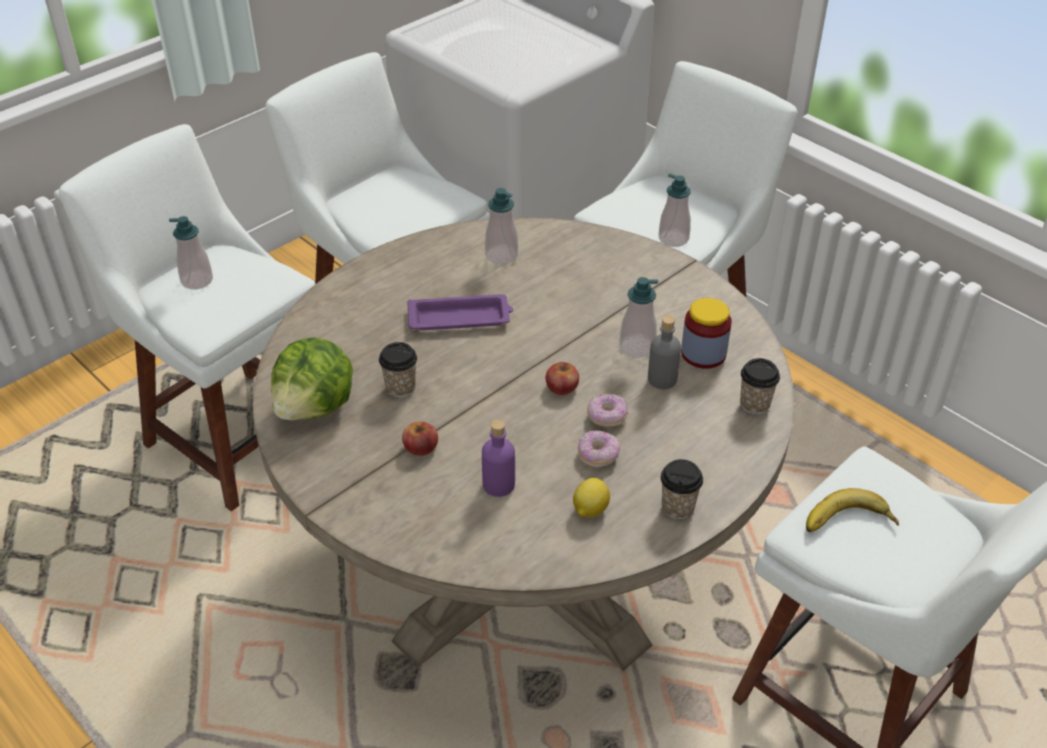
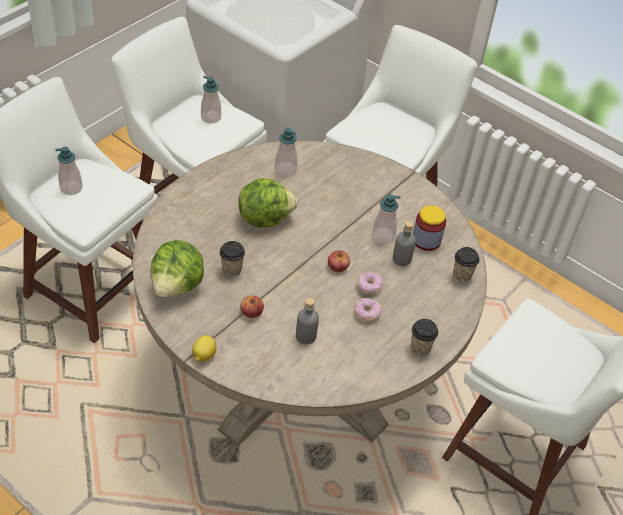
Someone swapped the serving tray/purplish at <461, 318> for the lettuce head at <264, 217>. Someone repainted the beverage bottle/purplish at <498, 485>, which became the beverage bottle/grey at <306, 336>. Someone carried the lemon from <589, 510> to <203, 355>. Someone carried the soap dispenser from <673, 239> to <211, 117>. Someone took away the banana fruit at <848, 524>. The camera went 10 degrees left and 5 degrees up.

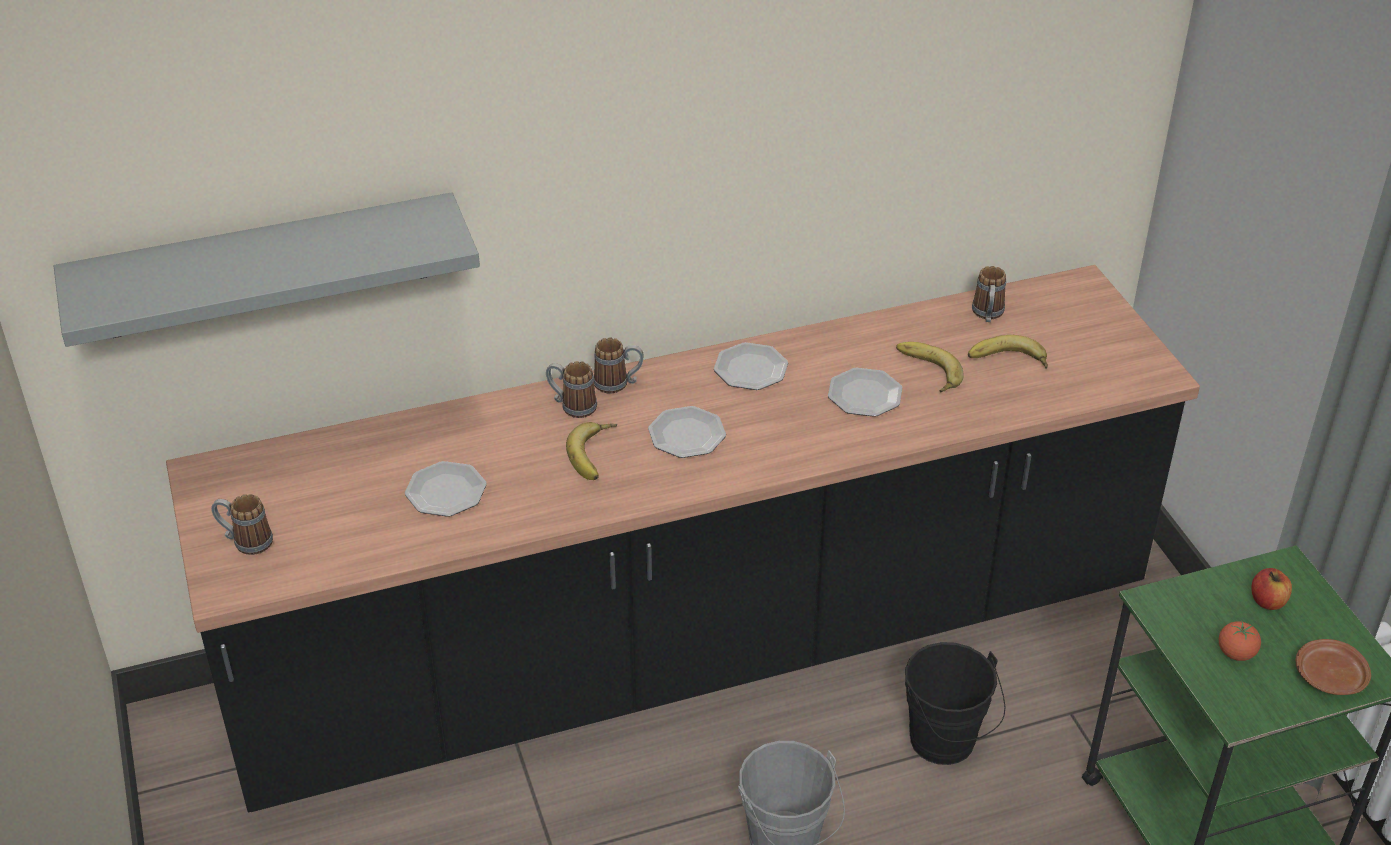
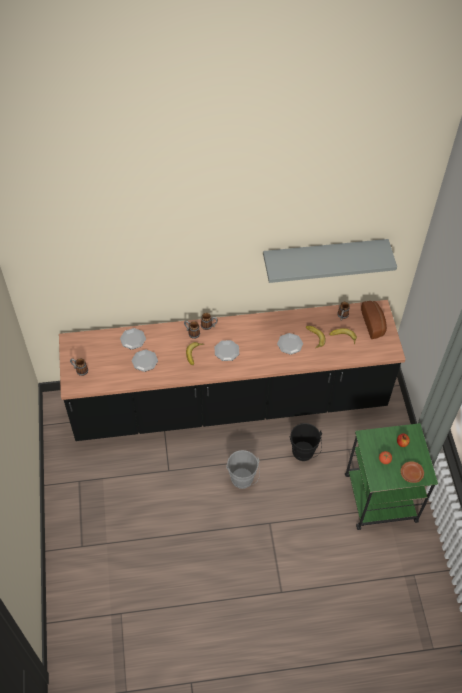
Someone carried the shelf/grey from <265, 266> to <324, 254>. Someone carried the flat dish from <751, 369> to <133, 339>. Someone put down the bakery bread at <374, 323>. The camera went 10 degrees right and 15 degrees up.

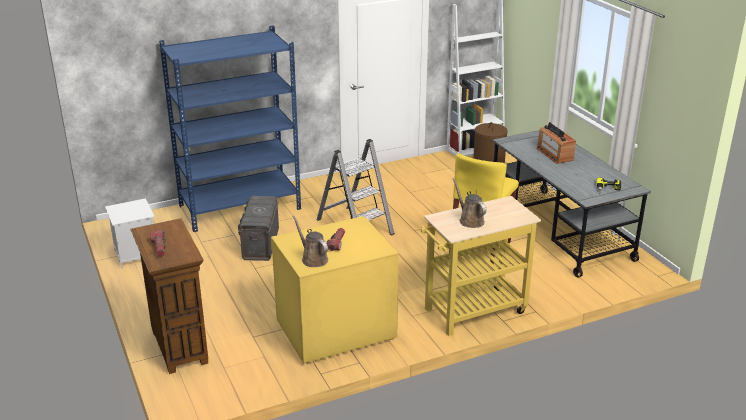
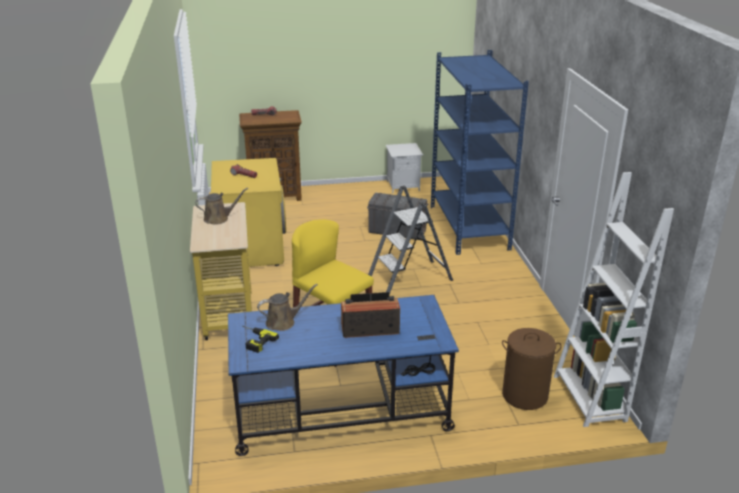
Someone carried the watering can/brown from <313, 259> to <283, 322>. Someone repainted the desk table/grey at <559, 231>, which became the desk table/bluish at <341, 412>. The camera went 105 degrees right and 0 degrees up.

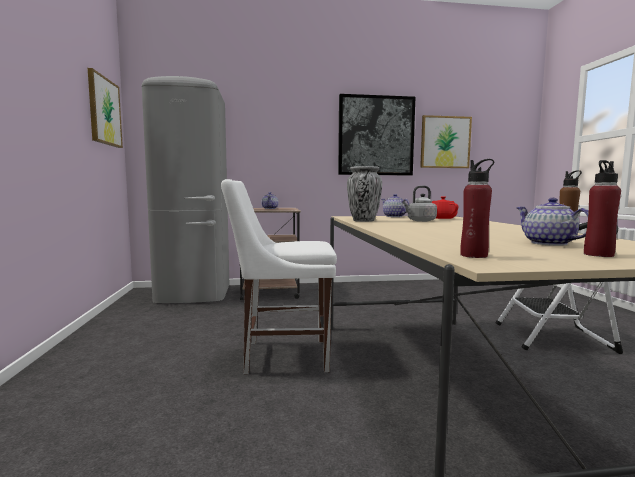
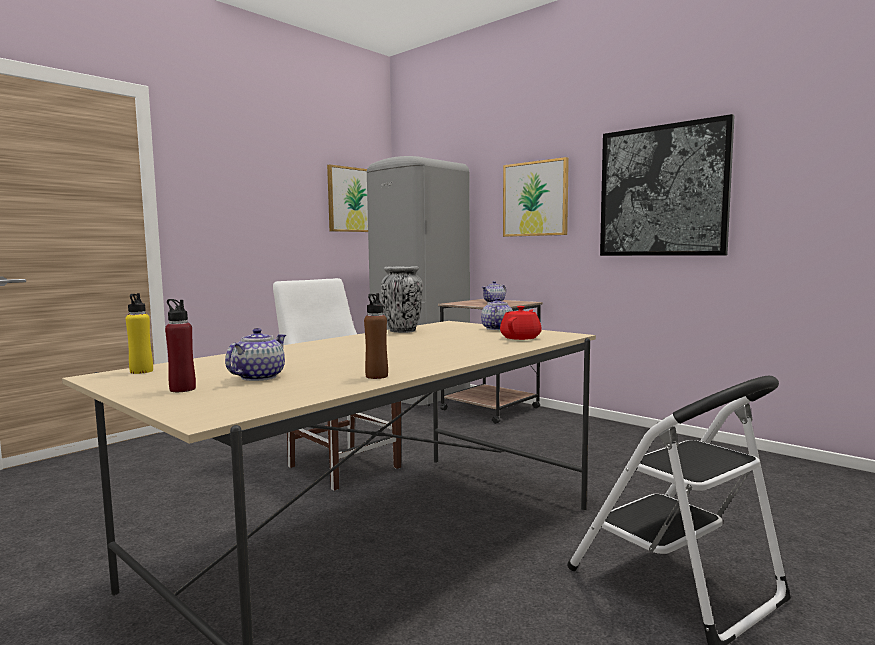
Someone took away the water kettle/grey at <420, 221>. Someone carried the wall art from <445, 142> to <535, 199>. Someone repainted the beverage bottle/red-coloured at <474, 255>, which became the beverage bottle/yellow-coloured at <141, 371>. The camera went 50 degrees right and 0 degrees up.

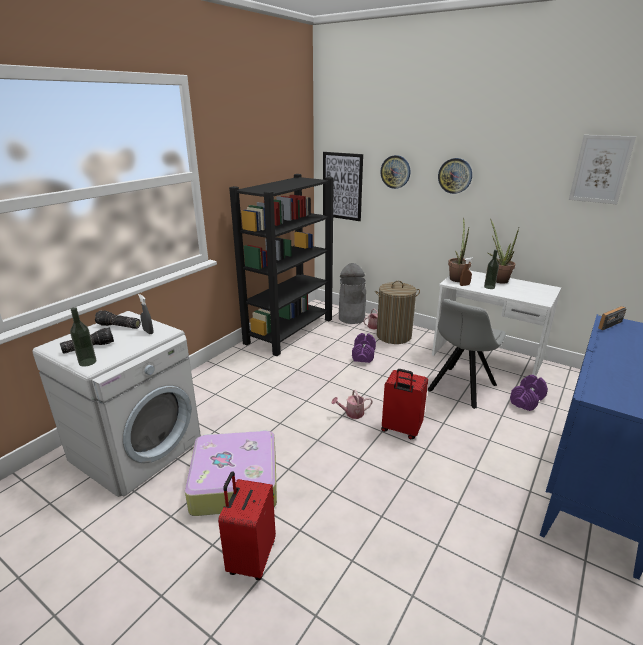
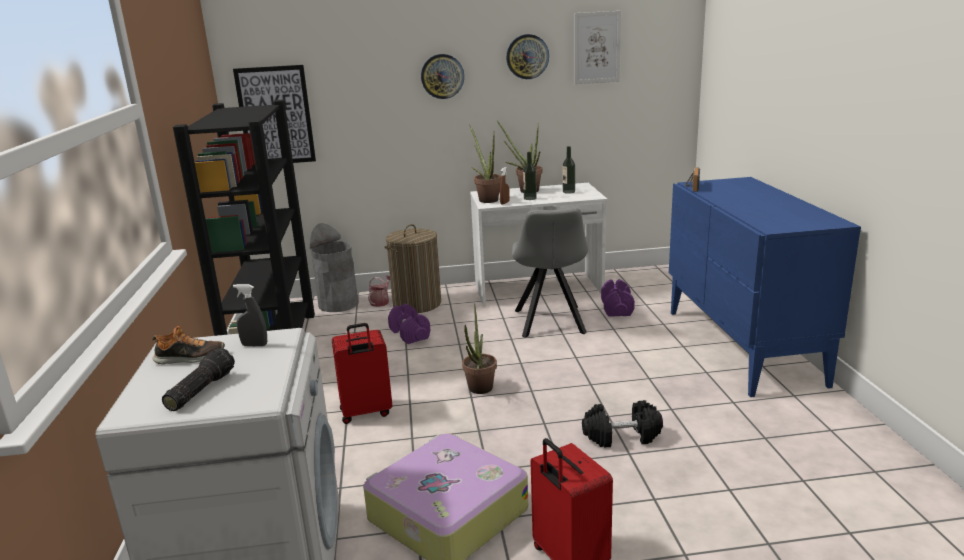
Someone carried the beverage bottle from <87, 362> to <568, 192>. Someone swapped the flashlight at <118, 326> for the low shoe at <189, 358>. Someone swapped the watering can at <352, 413> for the houseplant at <479, 391>. Someone carried the clock on the wall from <395, 172> to <527, 56>. Someone carried the travel case/red-coloured from <401, 430> to <366, 413>. Someone put down the free weight/black at <621, 437>. The camera went 40 degrees left and 5 degrees down.

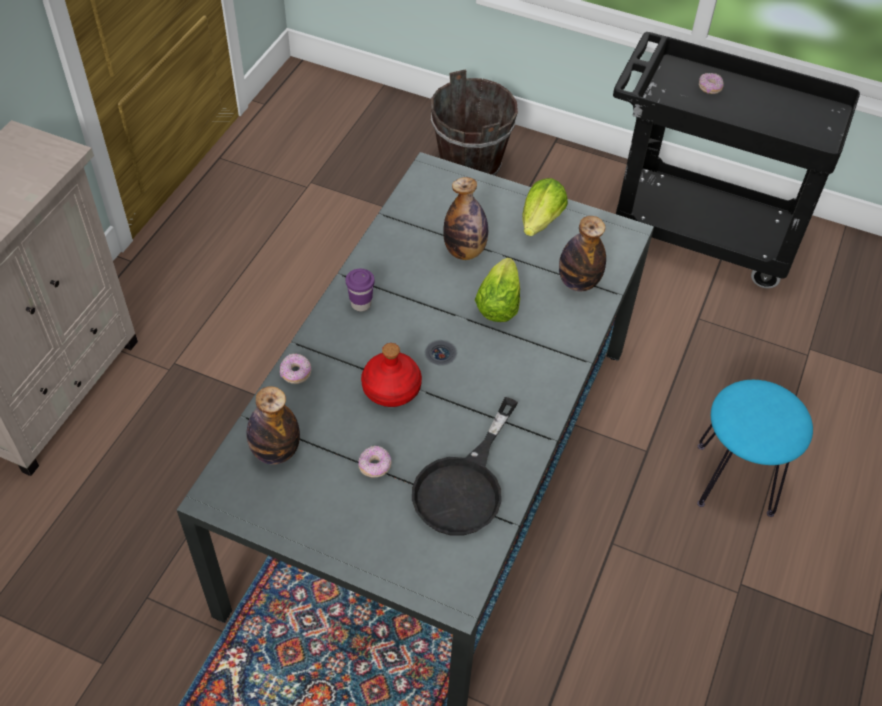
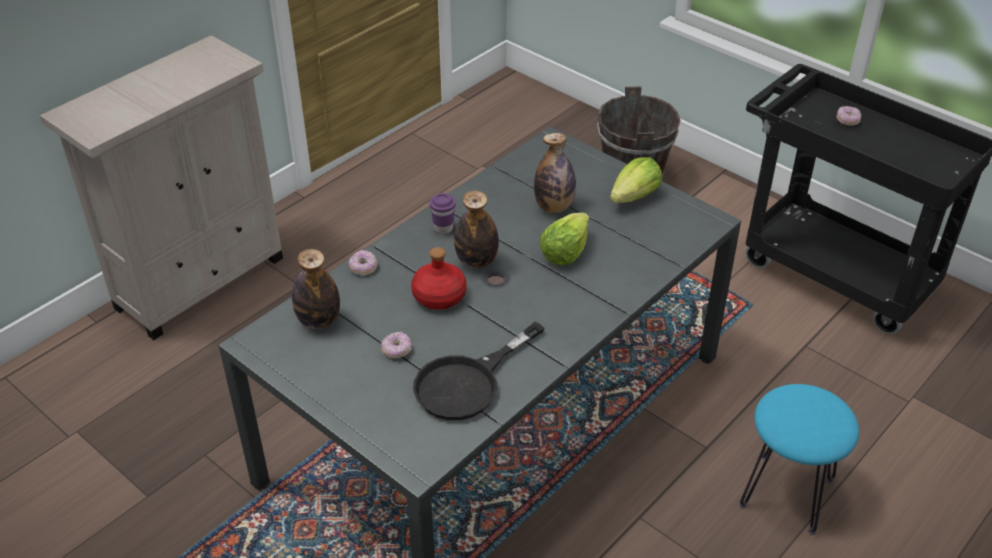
Someone carried the beverage bottle from <578, 282> to <476, 261>. The camera went 20 degrees right and 10 degrees down.

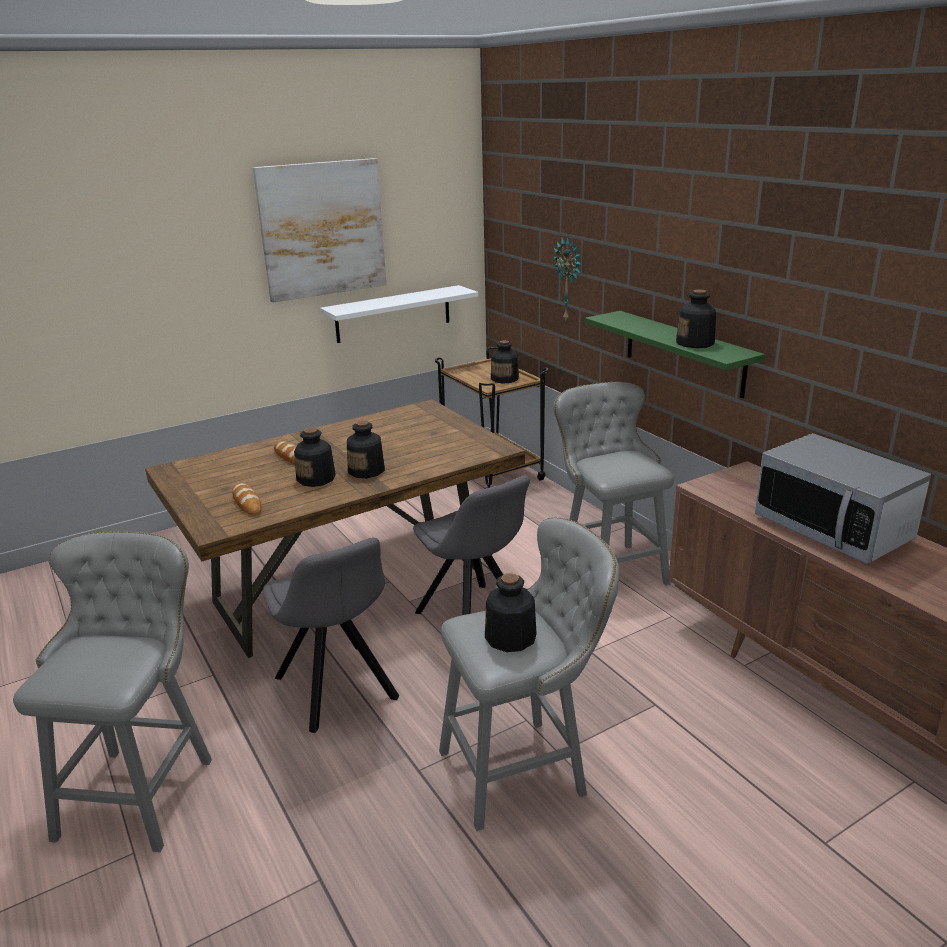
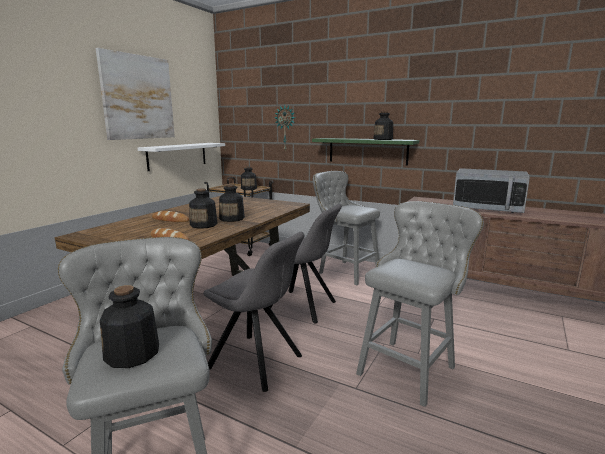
Someone carried the beverage bottle from <510, 638> to <132, 354>. The camera went 30 degrees left and 10 degrees down.

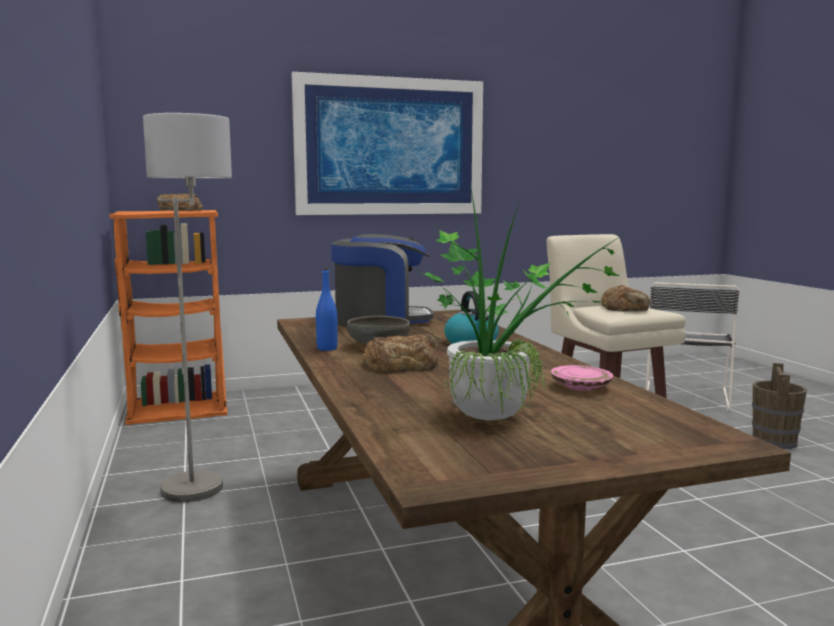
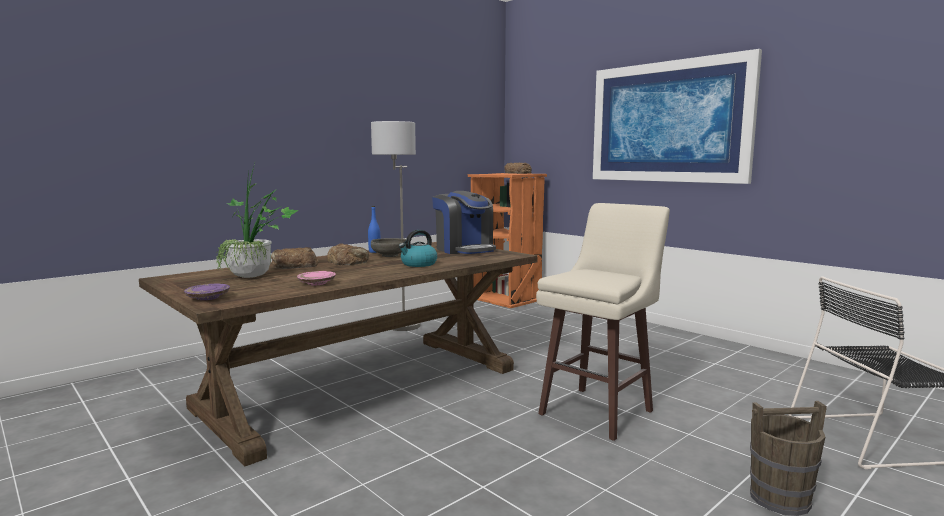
Someone carried the bakery bread from <625, 307> to <294, 265>. Someone put down the flat dish/purplish at <208, 298>. The camera went 65 degrees right and 0 degrees up.

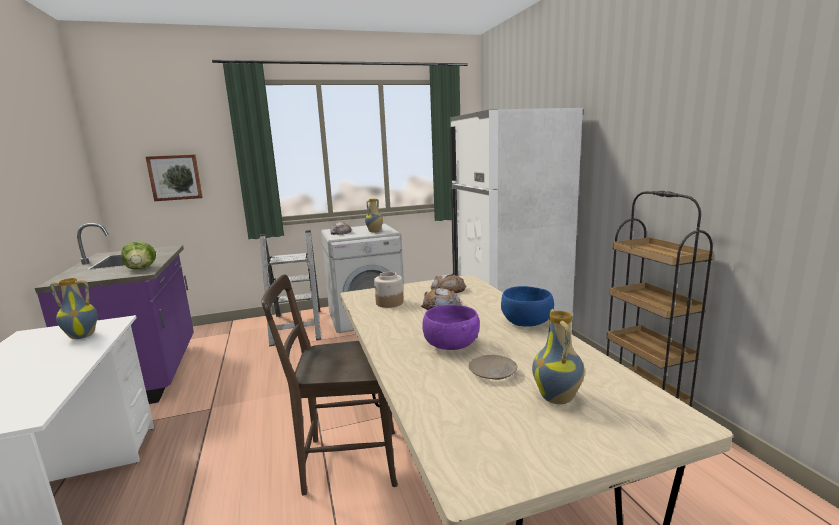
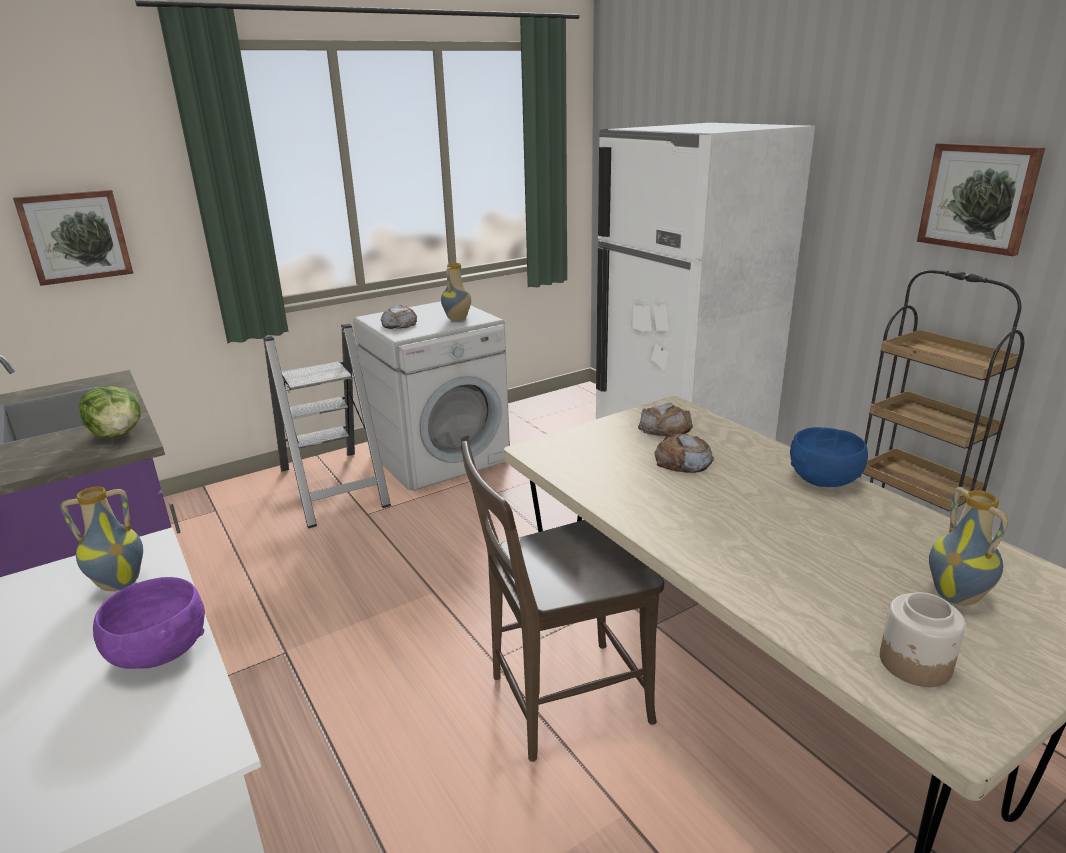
Someone carried the preserve jar from <389, 303> to <915, 664>. Someone carried the serving bowl/purplish from <450, 345> to <159, 652>. Someone took away the flat dish/beige-coloured at <493, 373>. Someone put up the wall art at <978, 197>. The camera went 15 degrees left and 10 degrees up.

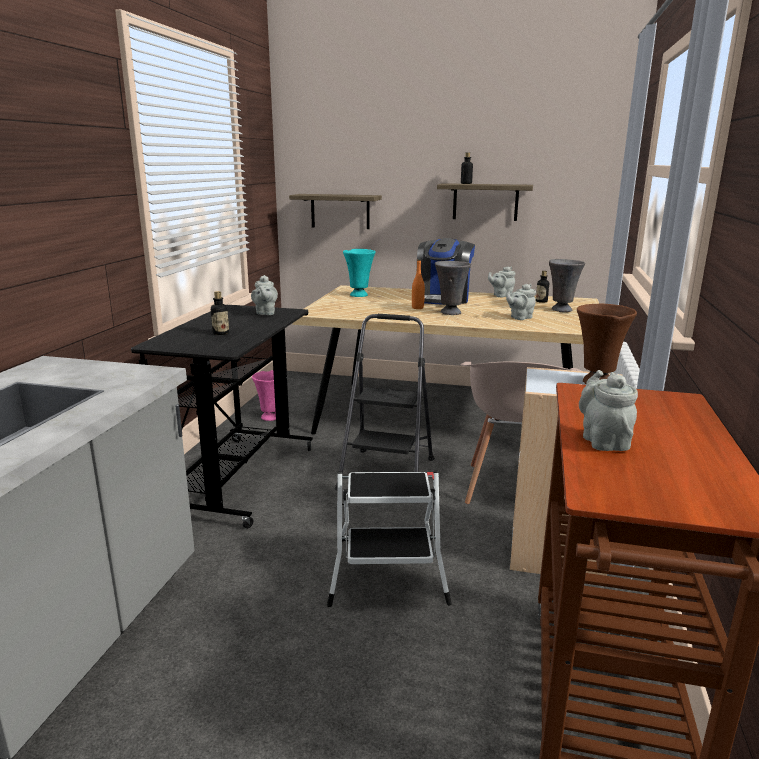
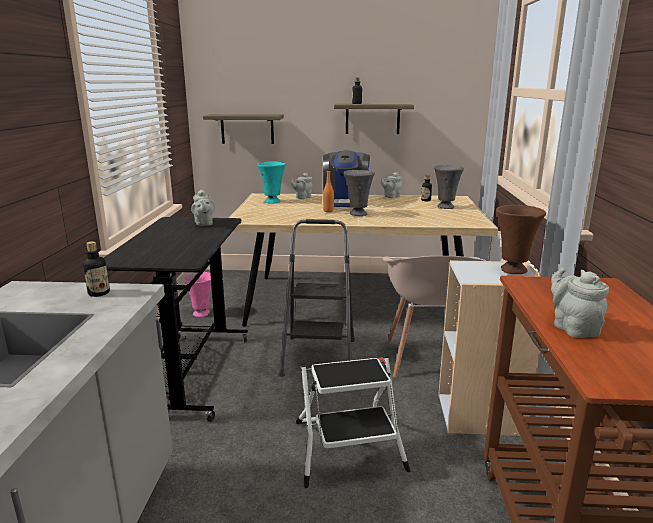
Someone carried the beverage bottle from <221, 333> to <99, 293>. Someone carried the tea pot/grey from <519, 318> to <302, 197>. The camera went 10 degrees left and 0 degrees up.

